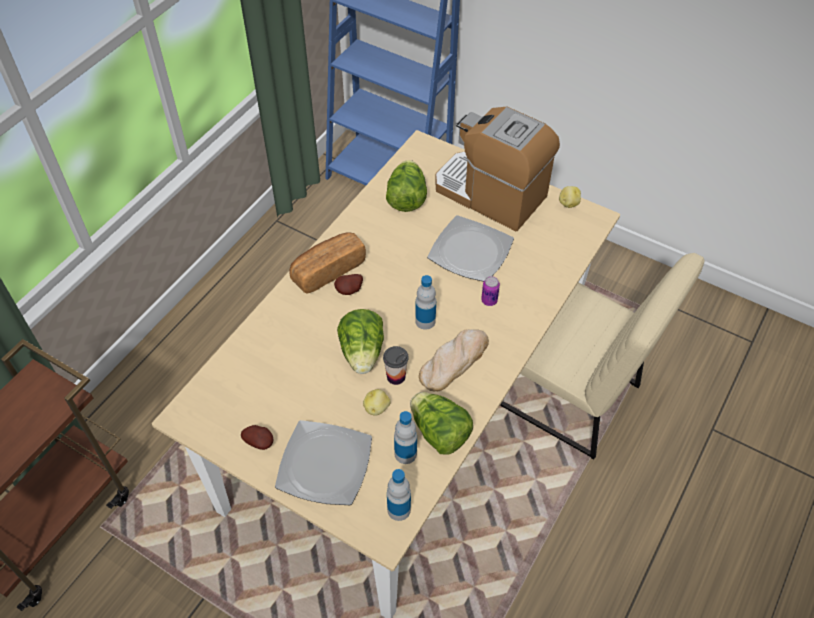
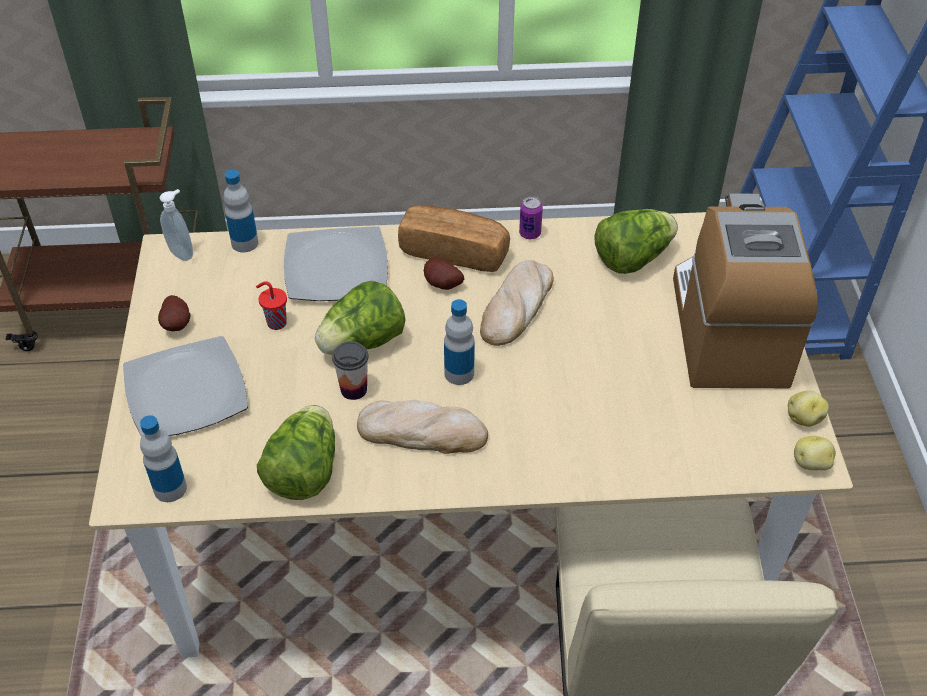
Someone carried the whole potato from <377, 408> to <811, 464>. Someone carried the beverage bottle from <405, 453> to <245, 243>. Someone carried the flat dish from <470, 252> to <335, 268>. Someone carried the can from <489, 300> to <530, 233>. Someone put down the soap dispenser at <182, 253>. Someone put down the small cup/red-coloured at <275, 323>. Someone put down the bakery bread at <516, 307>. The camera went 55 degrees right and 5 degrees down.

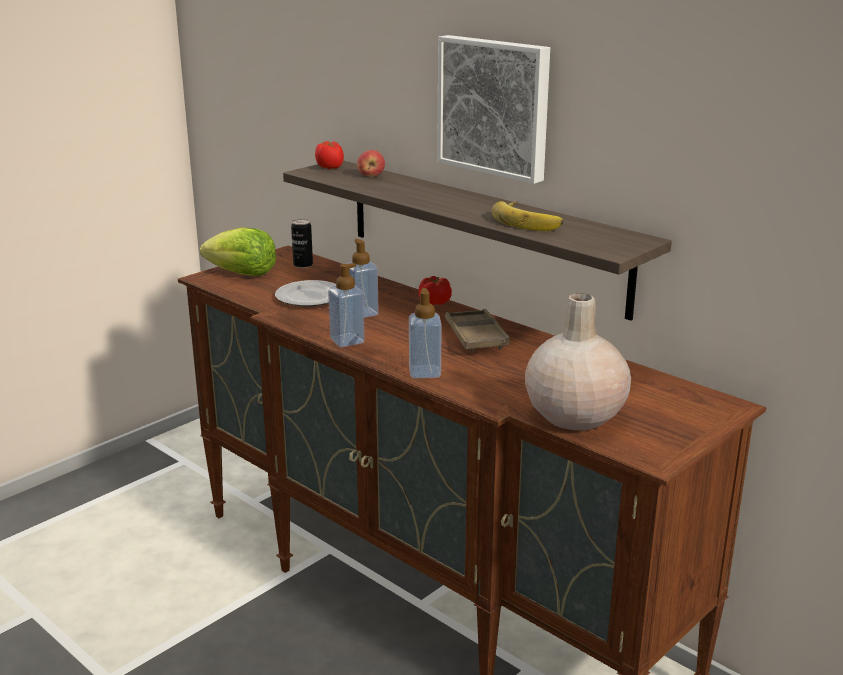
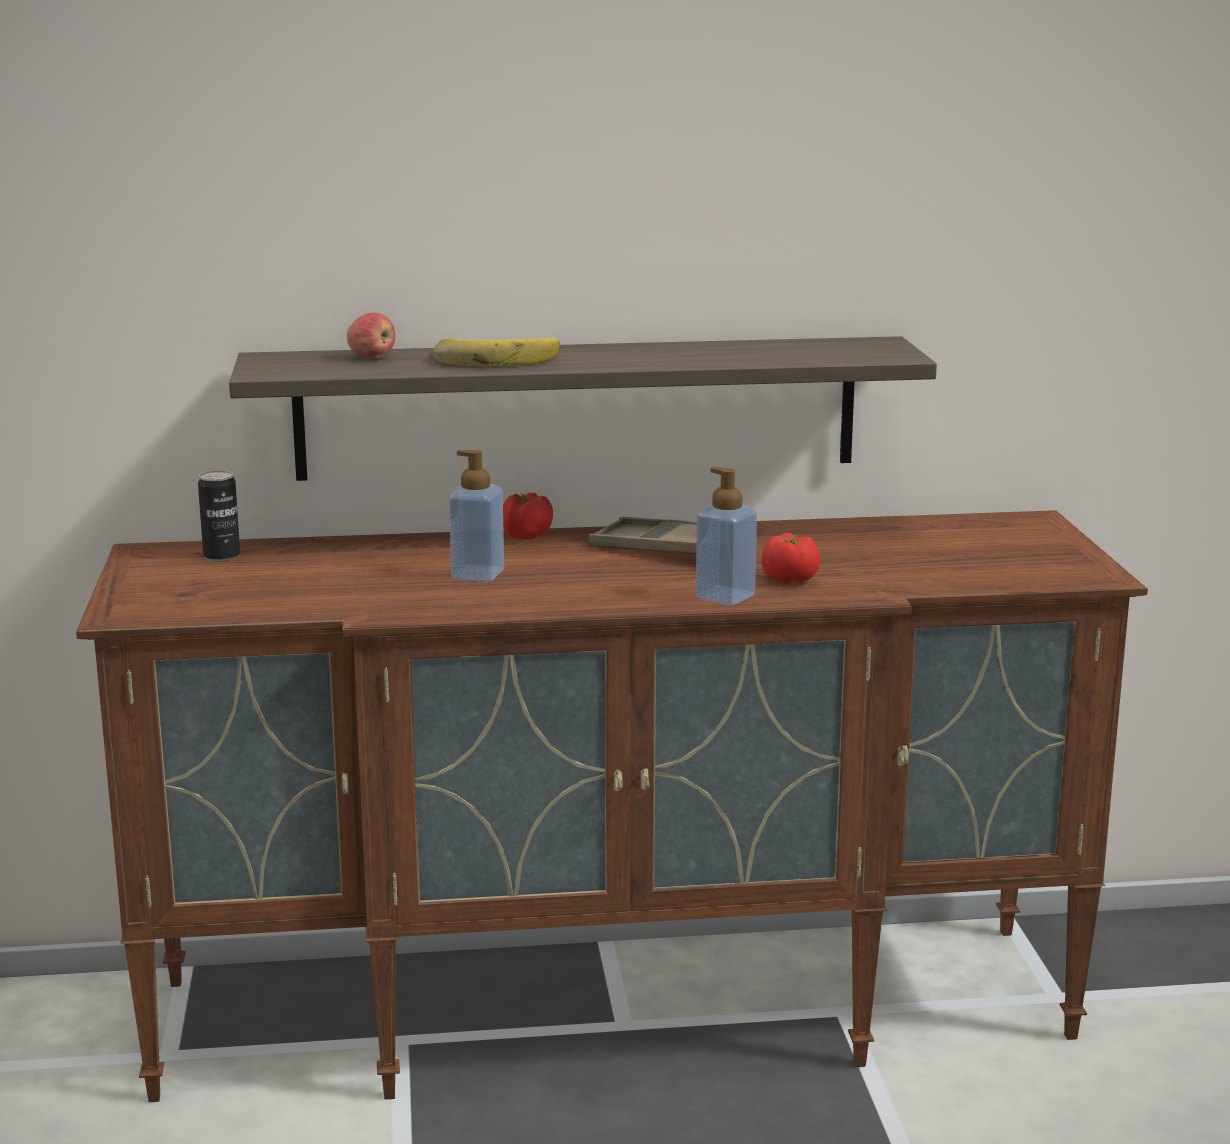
Someone took away the lettuce head at <242, 274>. Someone took away the flat dish at <310, 297>. Someone carried the whole tomato from <330, 167> to <790, 580>. Someone took away the soap dispenser at <347, 341>. Someone took away the wall art at <495, 106>. Someone carried the banana fruit from <529, 221> to <495, 358>. Someone took away the decorative vase/beige-coloured at <573, 416>. The camera went 50 degrees left and 5 degrees down.

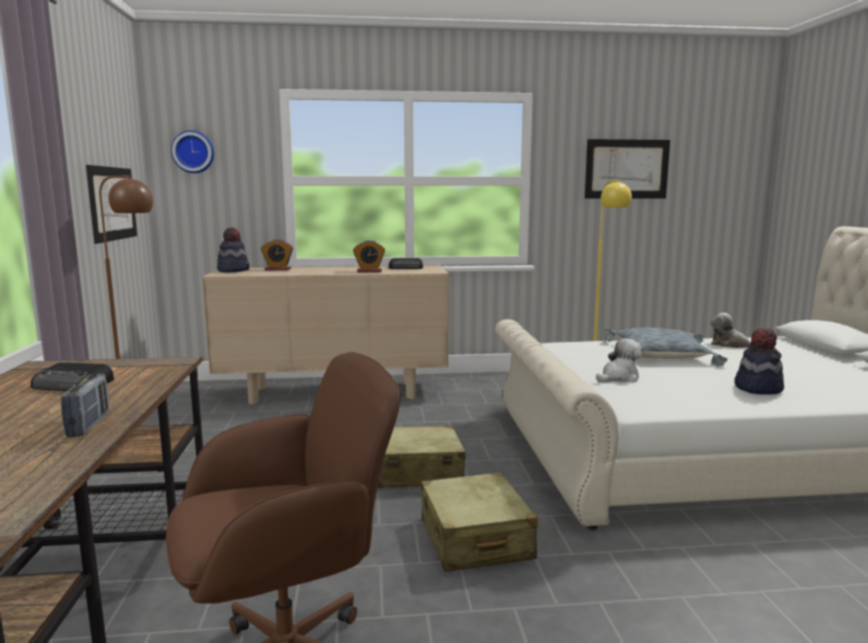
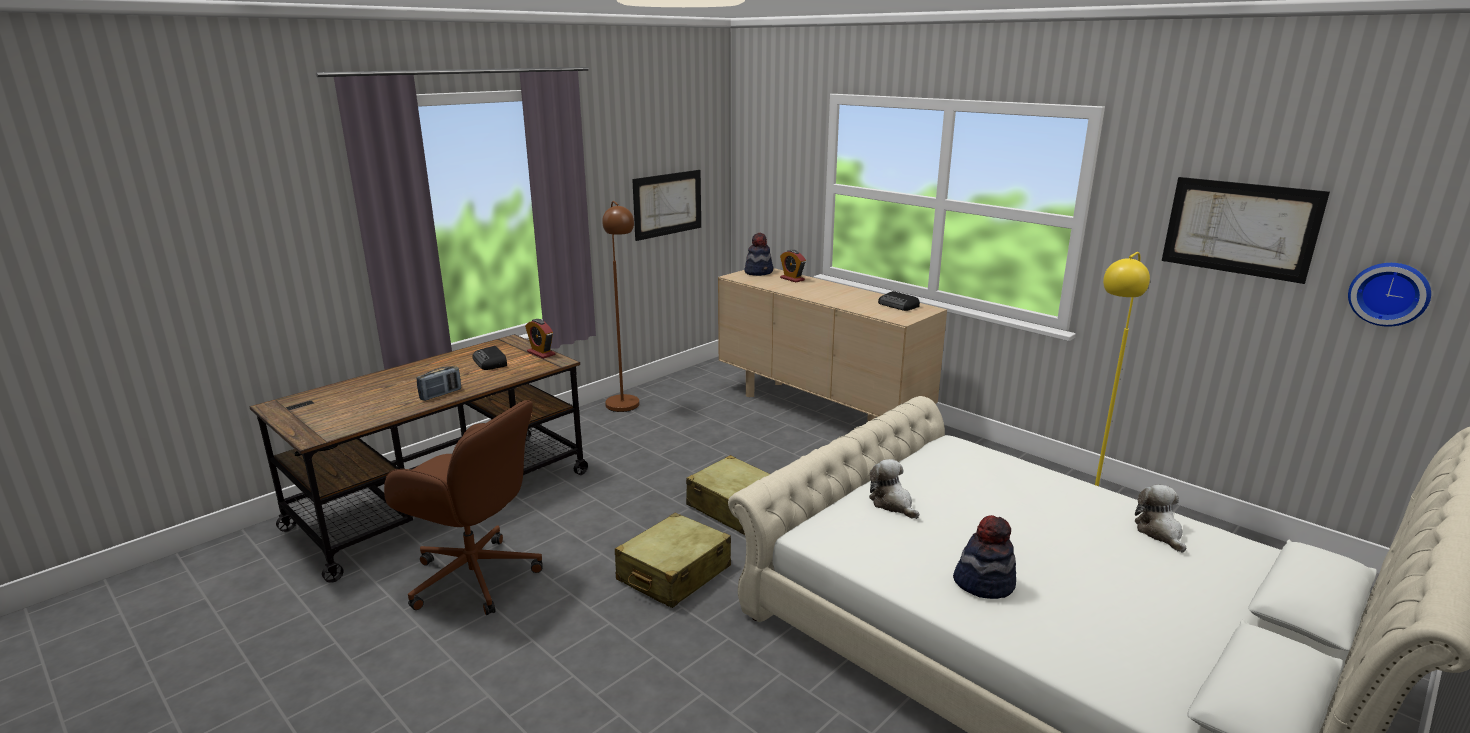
Someone carried the clock on the wall from <193, 152> to <1389, 293>. Someone carried the table clock from <369, 271> to <541, 353>. Someone rotated the cuddly toy at <619, 378> by 135 degrees counterclockwise. Someone took away the cushion at <658, 353>. The camera went 50 degrees right and 10 degrees up.

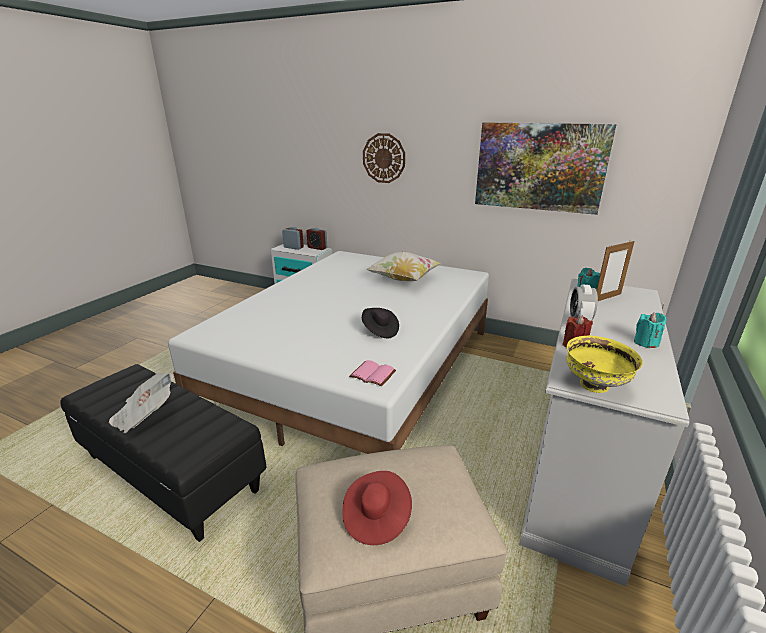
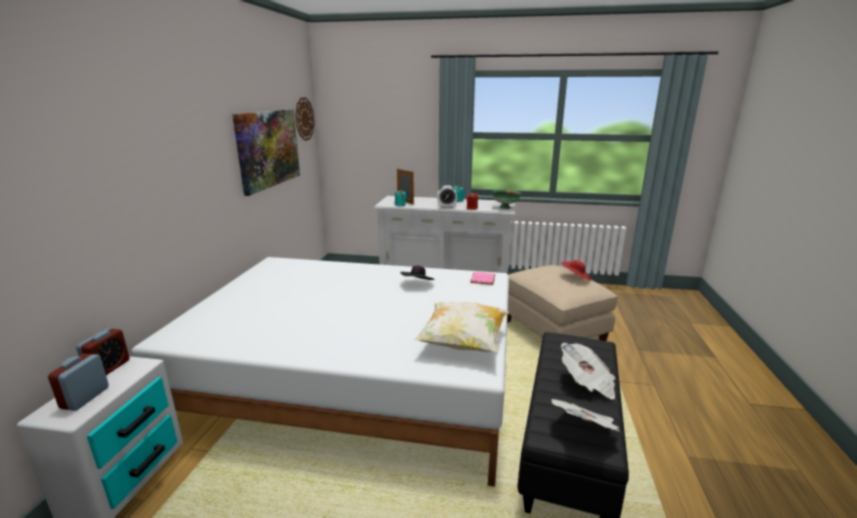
Someone carried the clock on the wall from <384, 158> to <304, 119>. Someone carried the cushion from <403, 280> to <463, 343>. Someone repainted the serving bowl/yellow-coloured at <595, 386>, which became the serving bowl/green at <505, 207>. Someone put down the daily paper at <585, 429>. The camera went 105 degrees left and 5 degrees down.

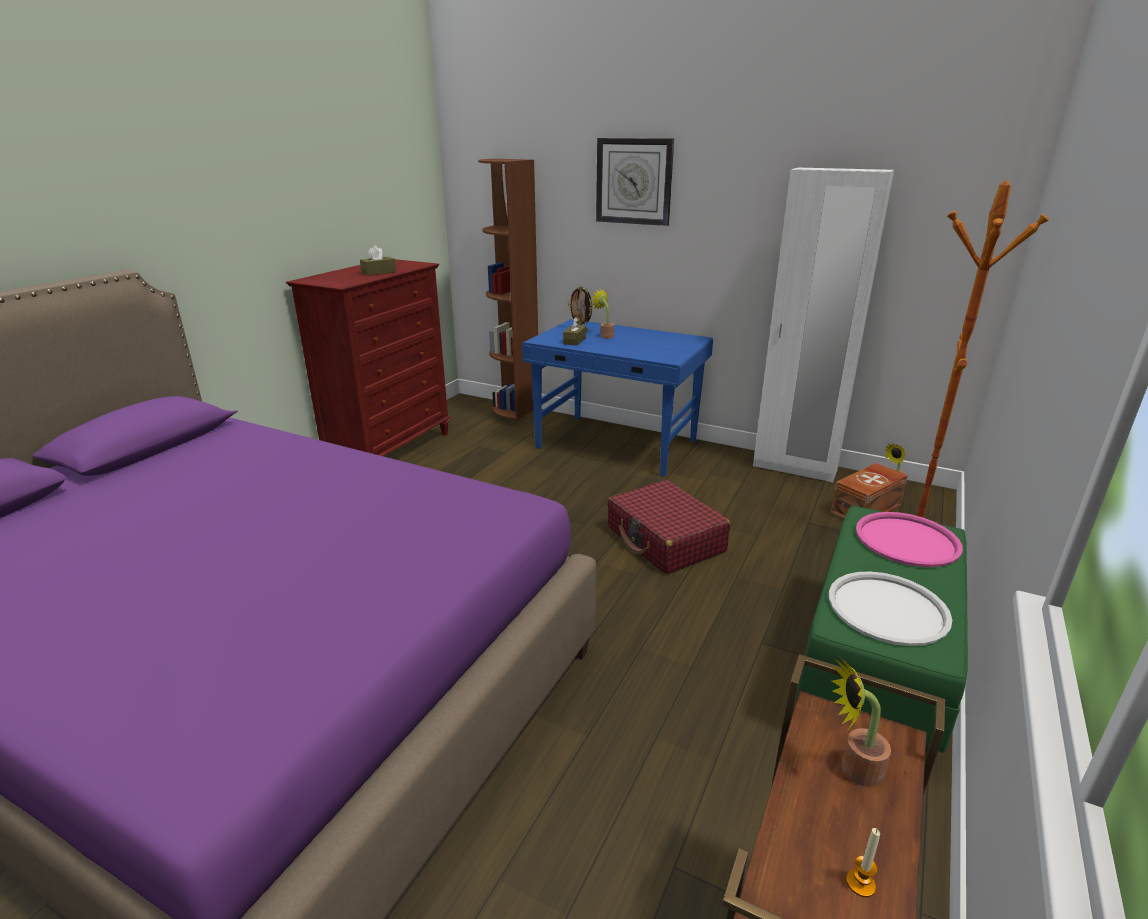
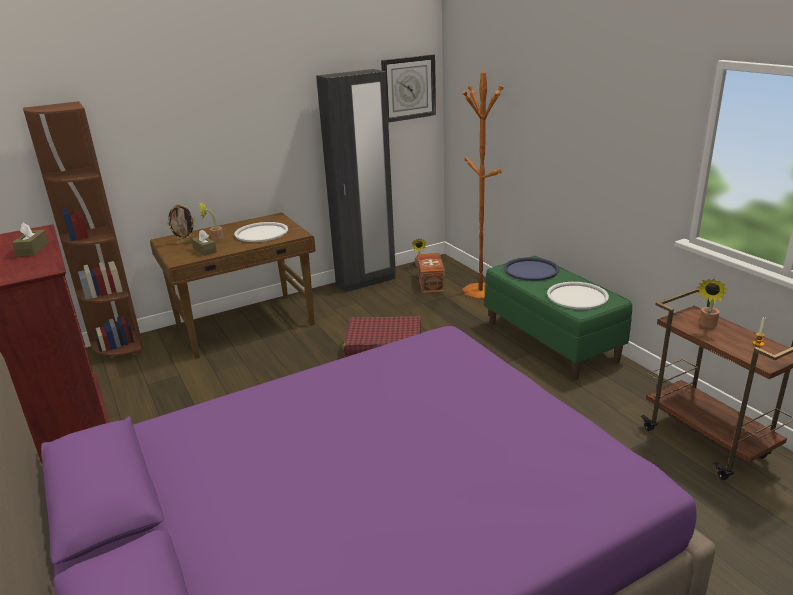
Someone repainted the desk table/bluish at <616, 445>, which became the desk table/brown at <246, 325>. Someone carried the clock on the wall from <634, 181> to <408, 88>. Someone repainted the wardrobe/white-coloured at <794, 468>, which became the wardrobe/black at <366, 282>. Someone repainted the serving tray/pink at <907, 540>, which became the serving tray/bluish at <531, 270>. Someone put down the serving tray/white-coloured at <261, 233>. The camera went 55 degrees left and 0 degrees up.

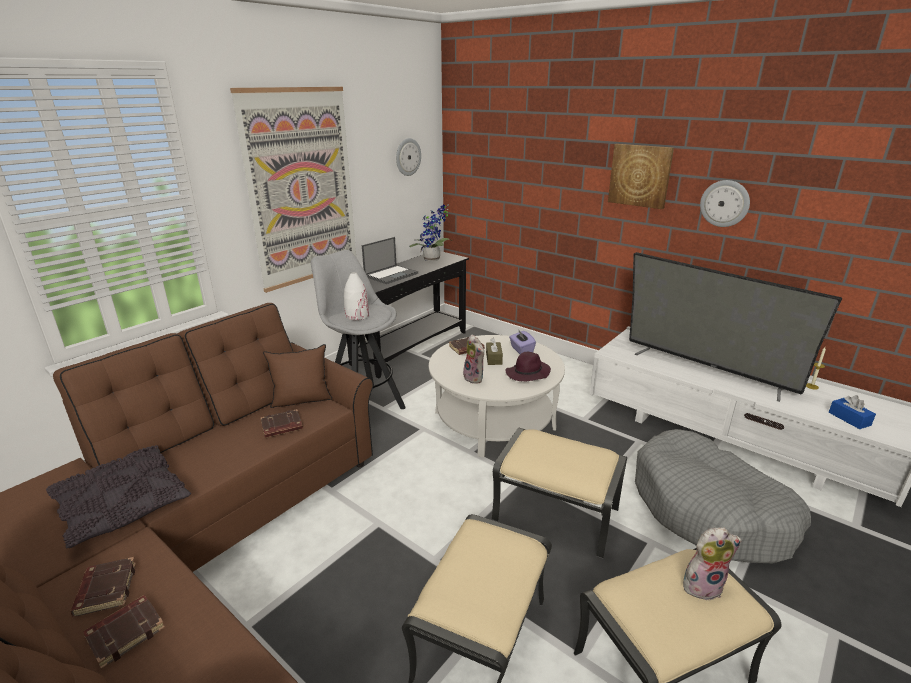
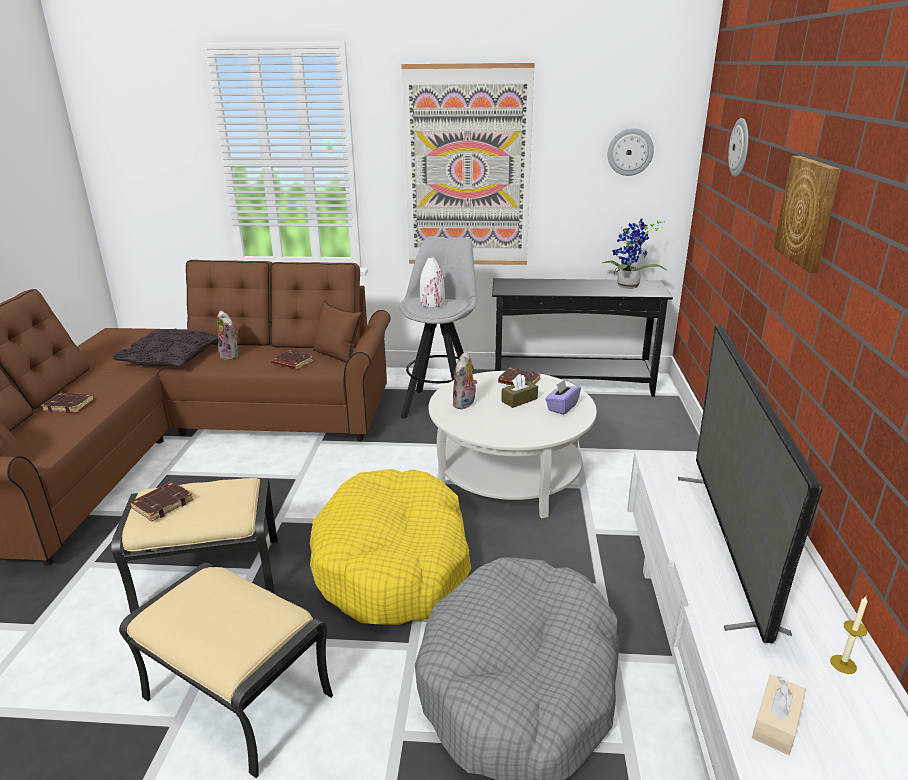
Someone carried the volume/brown from <105, 589> to <162, 504>. Someone took away the laptop at <391, 274>. Someone swapped the footrest/beige-coloured at <554, 515> for the dog bed/yellow-coloured at <394, 564>. Someone took away the clothing hat/purplish at <527, 374>. Someone carried the cuddly toy from <702, 585> to <231, 356>. Someone carried the clock on the wall from <724, 203> to <740, 147>. Someone repainted the box of tissues/bluish at <849, 419>, which became the box of tissues/beige-coloured at <776, 722>. The camera went 55 degrees right and 0 degrees up.

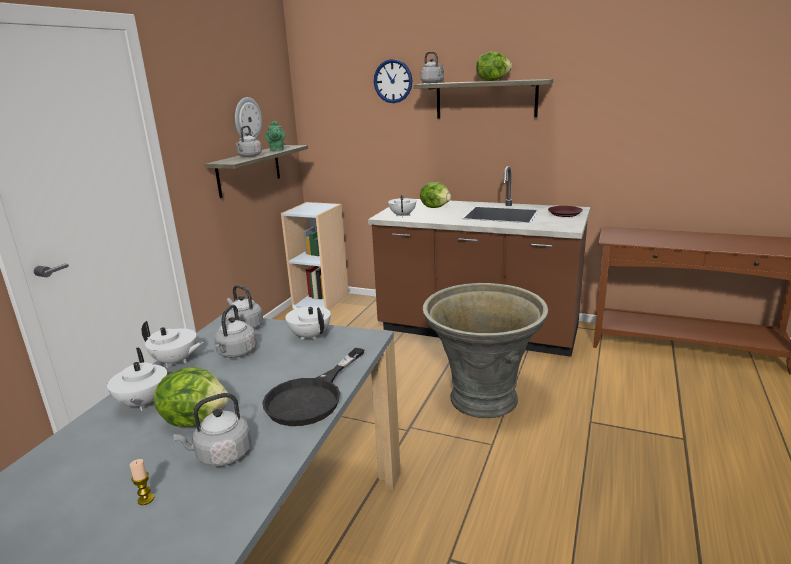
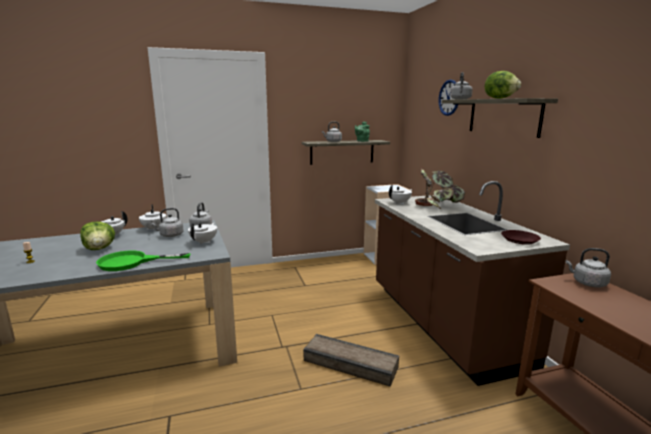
Someone carried the water kettle/grey from <221, 455> to <587, 283>. Someone took away the clock on the wall at <247, 119>. Someone repainted the skillet/black at <312, 397>, which became the skillet/green at <132, 262>. Someone swapped the lettuce head at <435, 207> for the houseplant at <438, 205>. Someone swapped the plant pot/grey at <482, 400> for the shipping crate at <350, 363>. The camera went 50 degrees right and 5 degrees down.

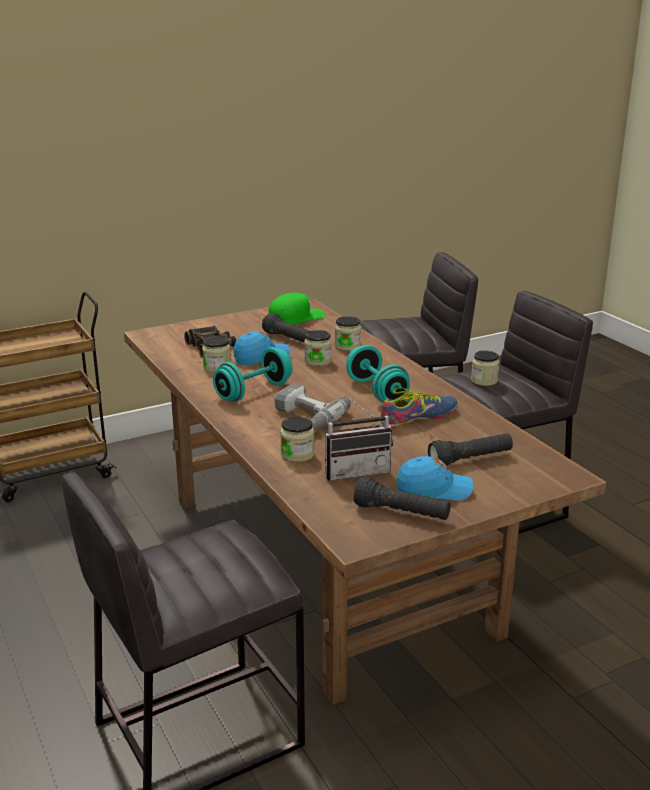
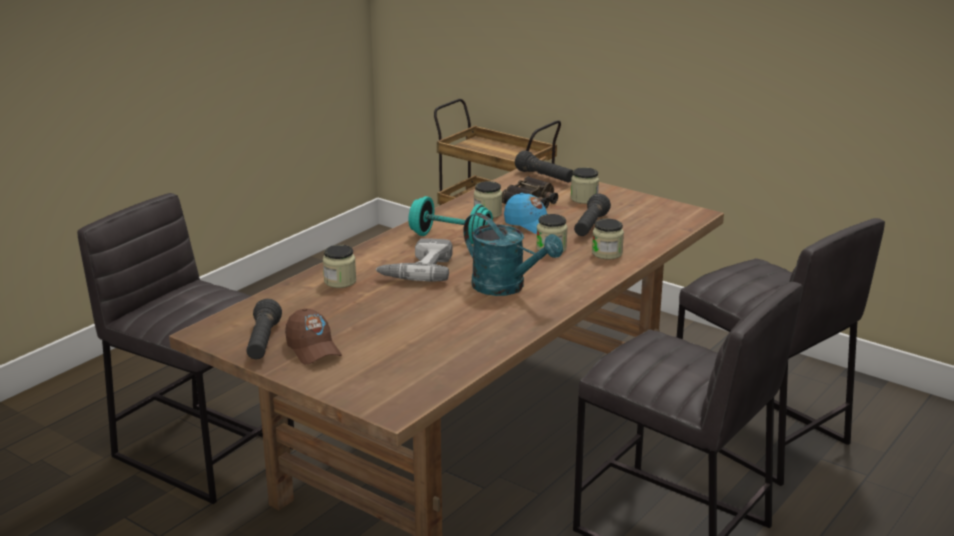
Someone took away the cap/green at <295, 318>. Someone took away the radio set at <356, 471>. Someone swapped the free weight/turquoise-coloured at <376, 391> for the watering can/turquoise-coloured at <506, 287>. Someone took away the low shoe at <418, 417>. Someone repainted the cap/bluish at <433, 491>, which became the cap/brown at <313, 349>. Someone carried the flashlight/black from <470, 460> to <545, 177>. Someone carried the preserve jar from <484, 380> to <584, 199>. The camera went 65 degrees right and 0 degrees up.

